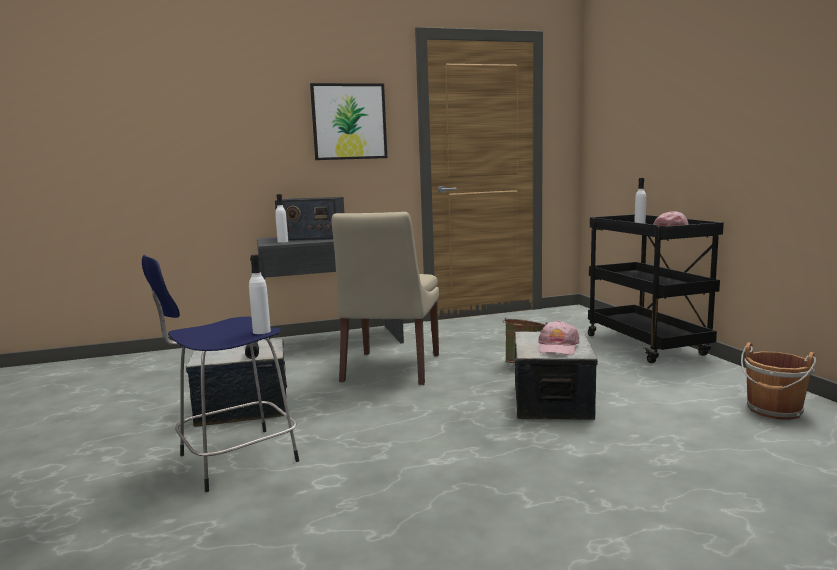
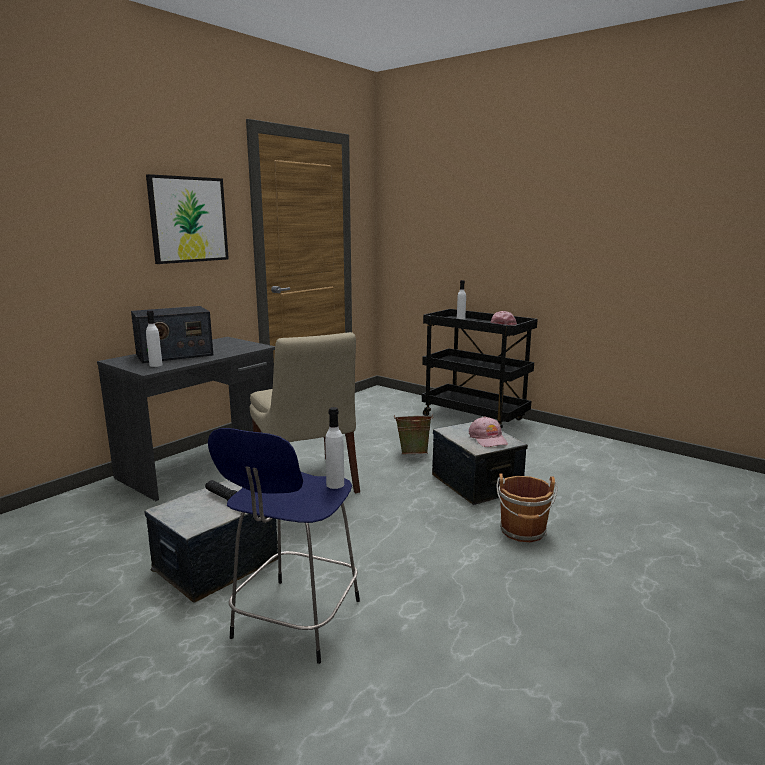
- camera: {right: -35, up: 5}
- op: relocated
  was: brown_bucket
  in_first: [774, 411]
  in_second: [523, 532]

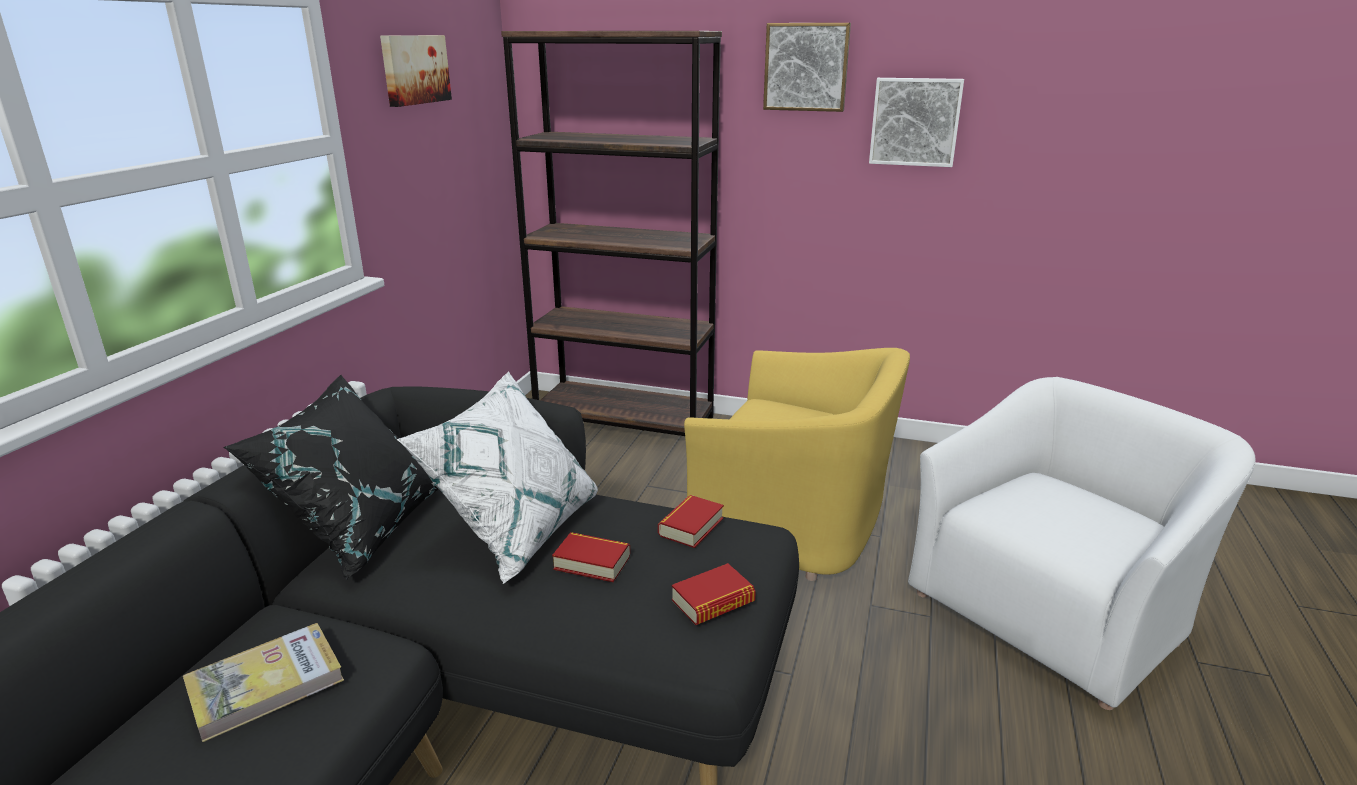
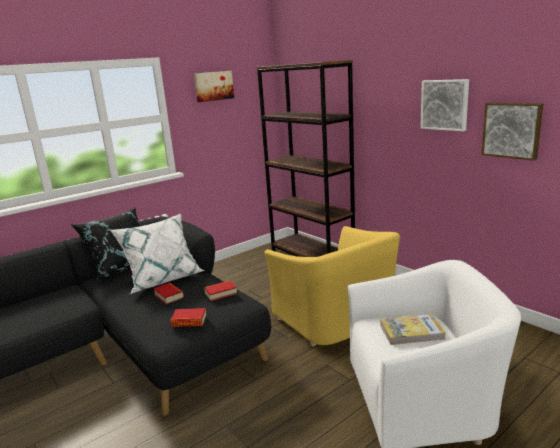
- camera: {right: 35, up: -5}
- op: relocated
  was: book
  in_first: [266, 684]
  in_second: [411, 332]
- op: relocated
  was: picture
  in_first: [806, 67]
  in_second: [512, 130]

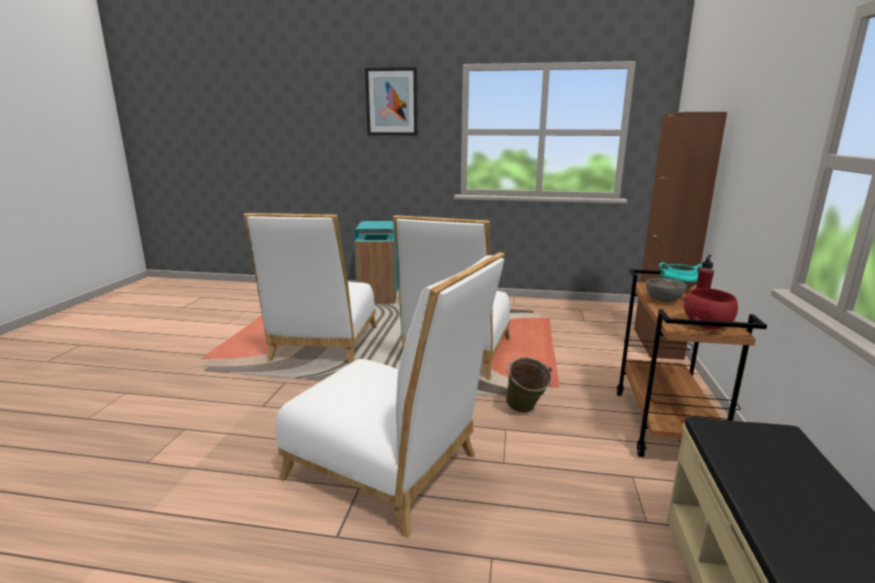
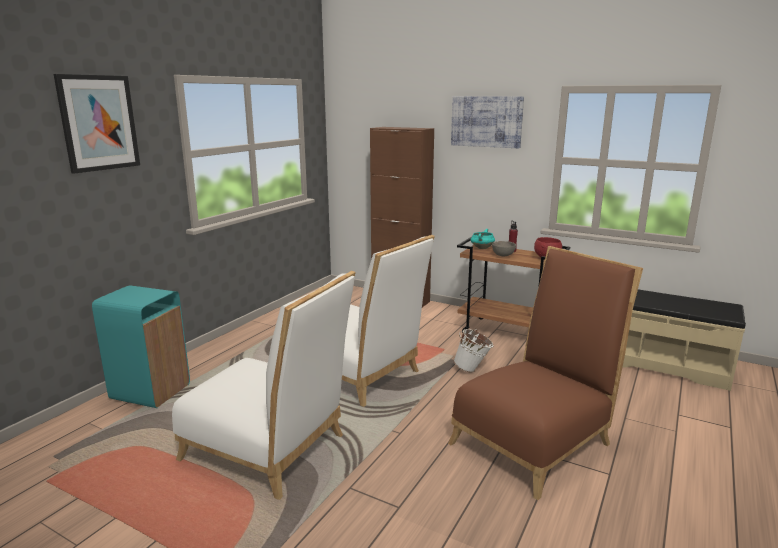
- camera: {right: -70, up: 0}
- op: colour
  was: white_chair
  now: brown_chair
  in_first: [391, 470]
  in_second: [536, 439]
- op: colour
  was: green_bucket
  now: white_bucket
  in_first: [525, 411]
  in_second: [472, 369]
- op: appeared
  now: picture
  in_second: [486, 121]

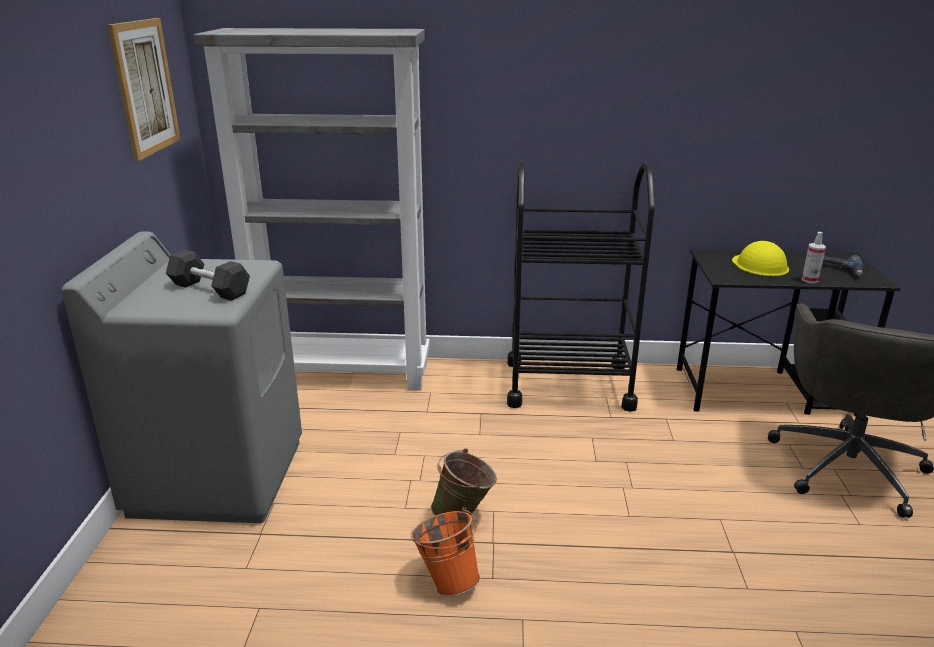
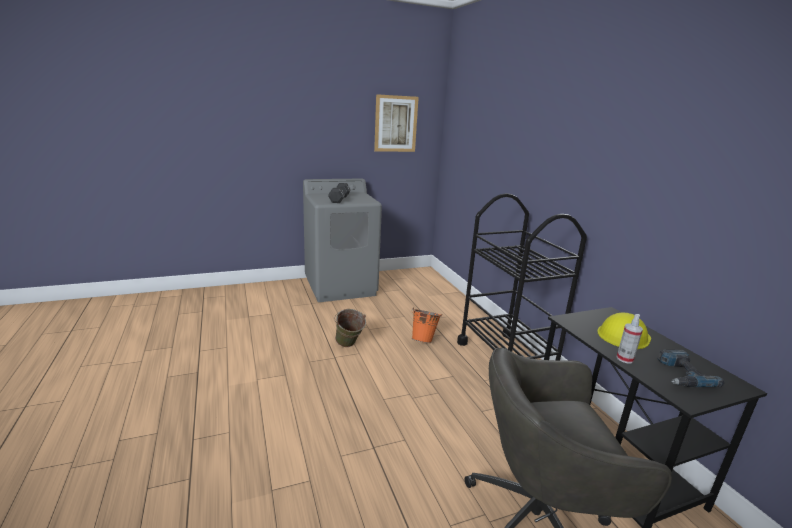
- camera: {right: 65, up: -5}
- op: missing
  was: grey_bookcase
  in_first: [344, 373]
- op: relocated
  was: orange_bucket
  in_first: [447, 580]
  in_second: [424, 340]

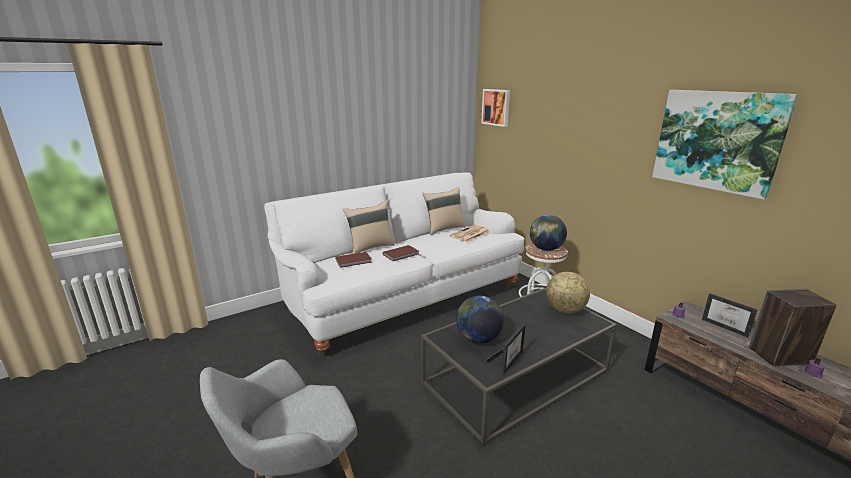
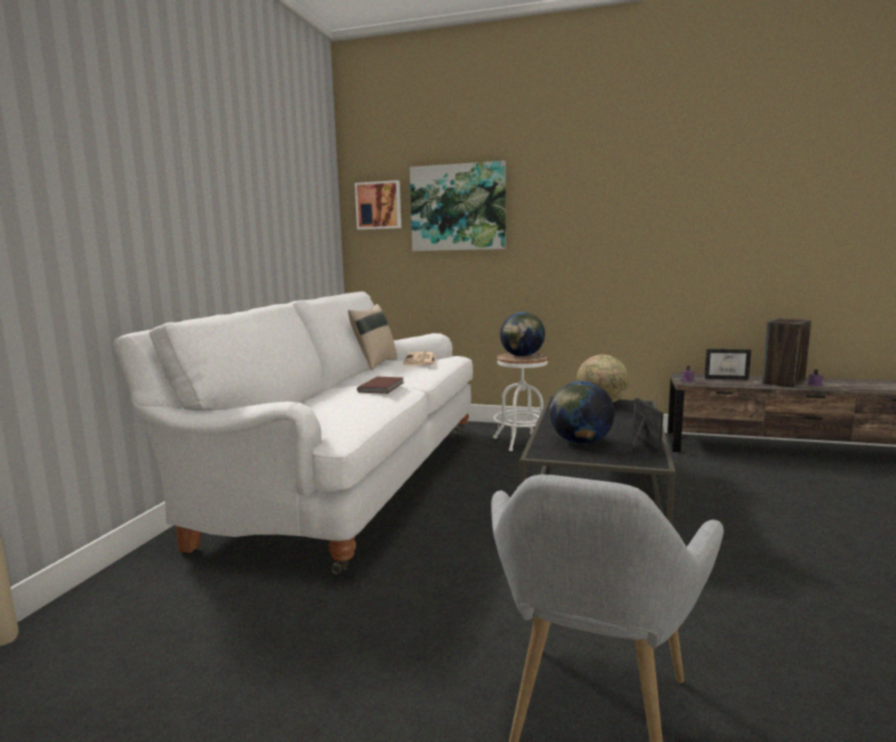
- camera: {right: -40, up: -10}
- op: missing
  was: brown_book
  in_first: [354, 261]
- op: missing
  was: beige_pillow
  in_first: [370, 247]
- op: relocated
  was: picture
  in_first: [717, 140]
  in_second: [458, 208]

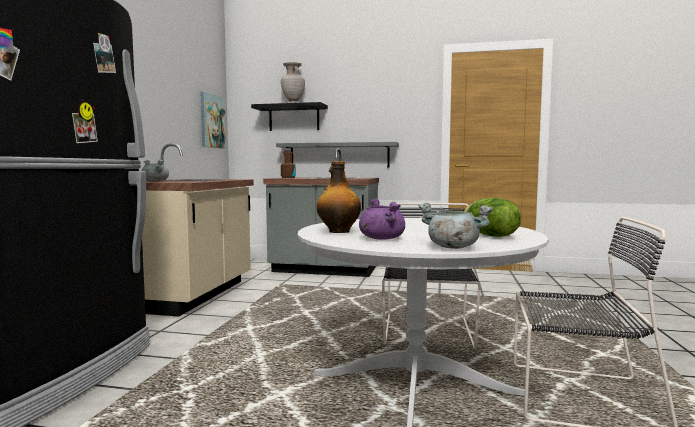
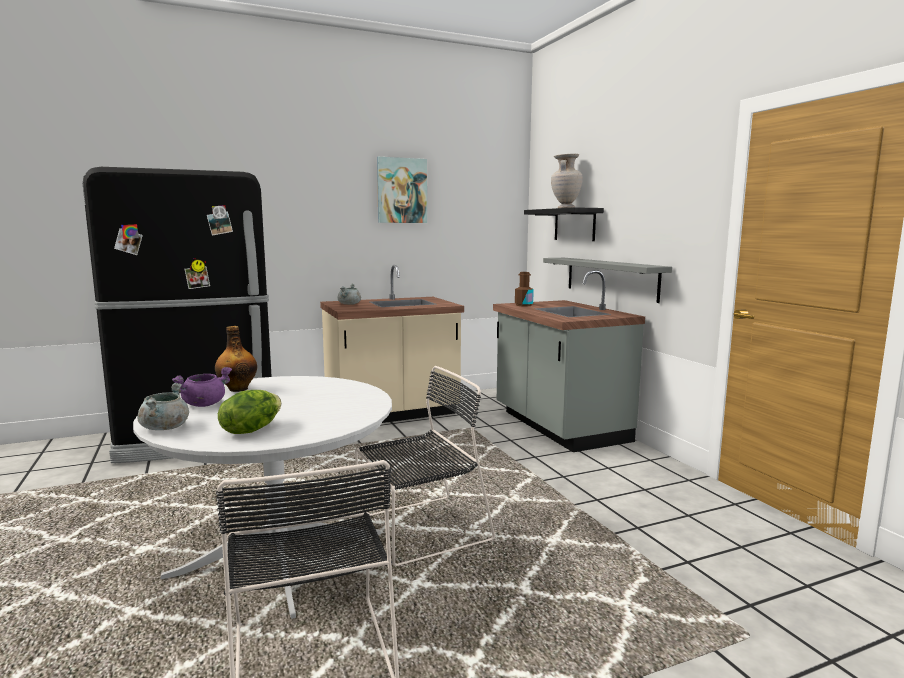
- camera: {right: 55, up: 5}
- op: relocated
  was: picture
  in_first: [212, 121]
  in_second: [401, 190]

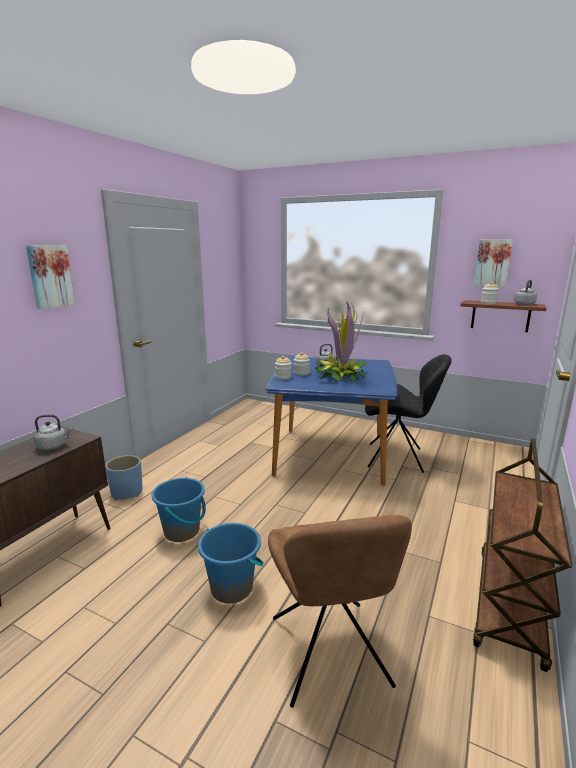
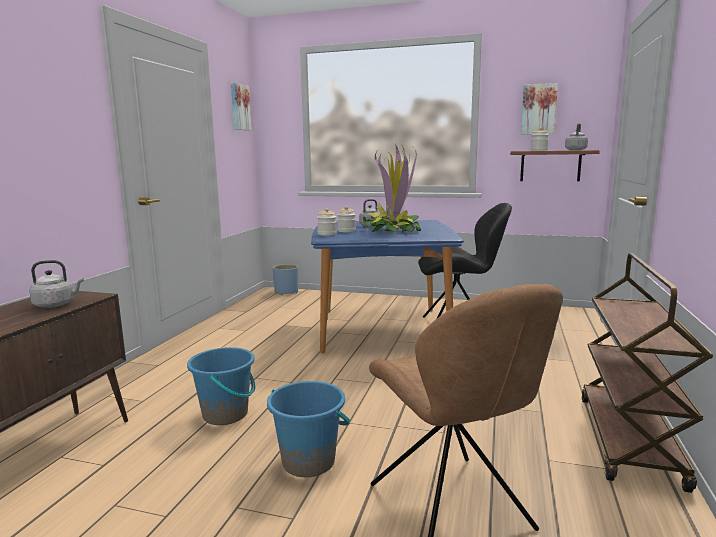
- camera: {right: -10, up: -5}
- op: relocated
  was: picture
  in_first: [50, 276]
  in_second: [239, 107]
- op: relocated
  was: blue_planter
  in_first: [127, 492]
  in_second: [286, 292]

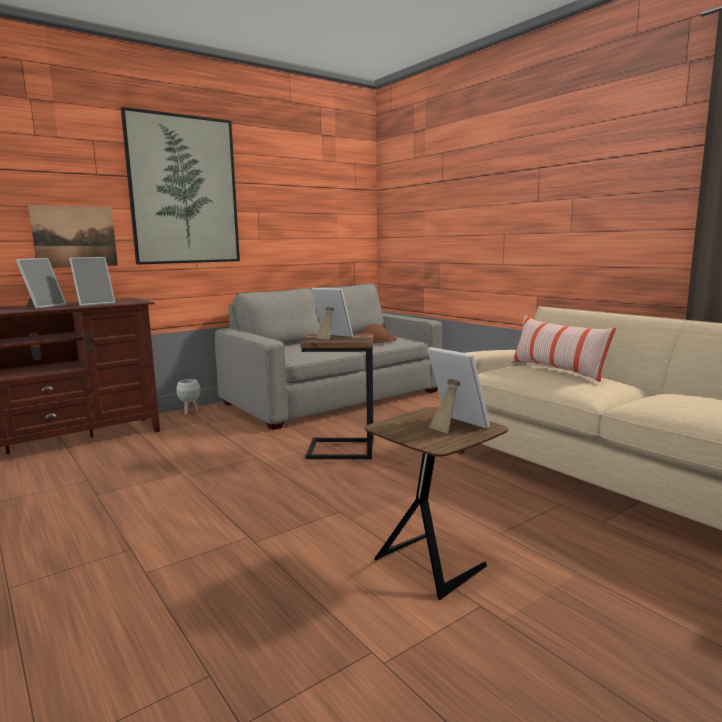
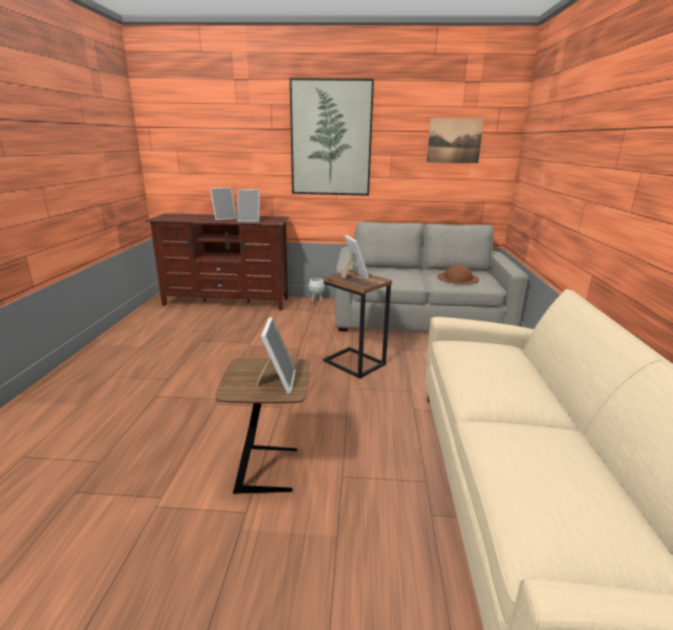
- camera: {right: 40, up: 10}
- op: relocated
  was: picture
  in_first: [75, 236]
  in_second: [454, 140]
- op: missing
  was: pillow
  in_first: [557, 370]

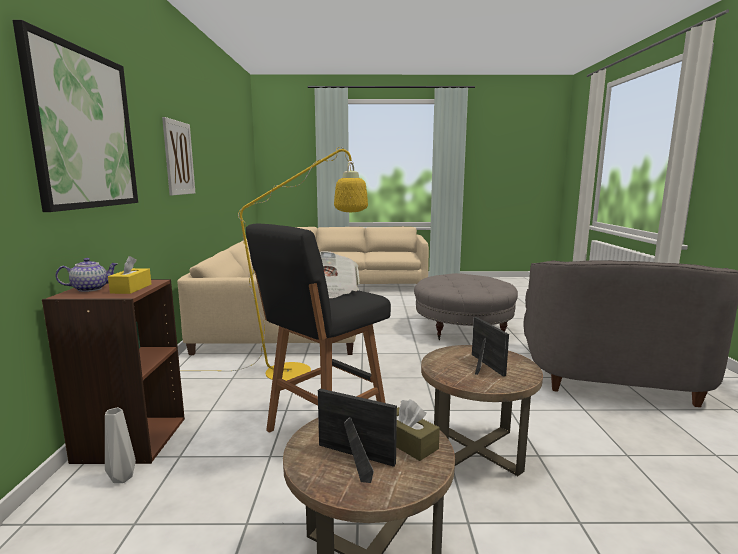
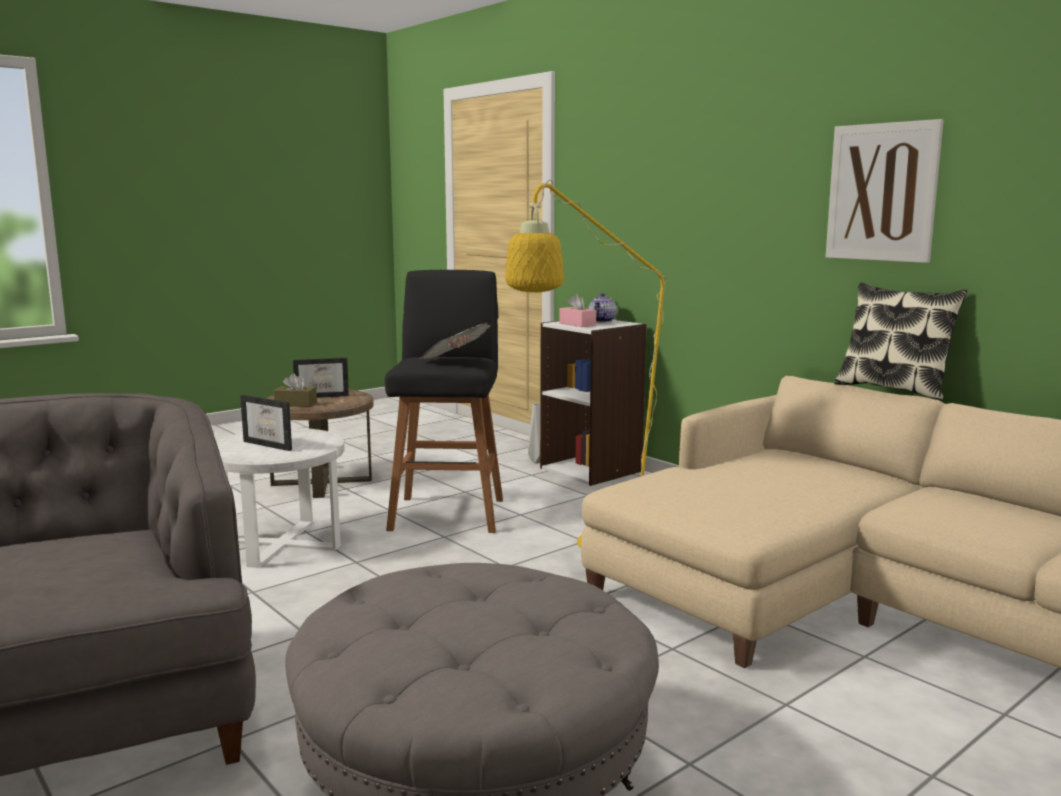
- camera: {right: 140, up: 0}
- op: missing
  was: picture
  in_first: [84, 129]
- op: colour
  was: brown_bookcase
  now: white_bookcase
  in_first: [130, 439]
  in_second: [592, 469]
- op: colour
  was: yellow_tissue_box
  now: pink_tissue_box
  in_first: [131, 288]
  in_second: [577, 324]
- op: colour
  was: brown_side_table
  now: white_side_table
  in_first: [475, 448]
  in_second: [281, 543]
- op: appeared
  now: pillow
  in_second: [893, 389]

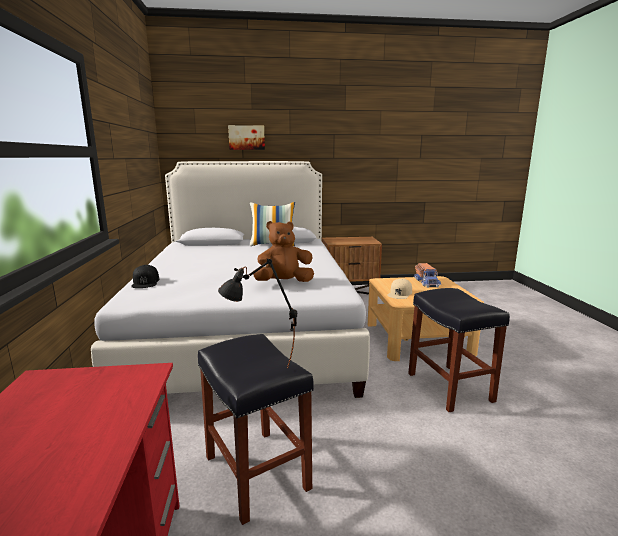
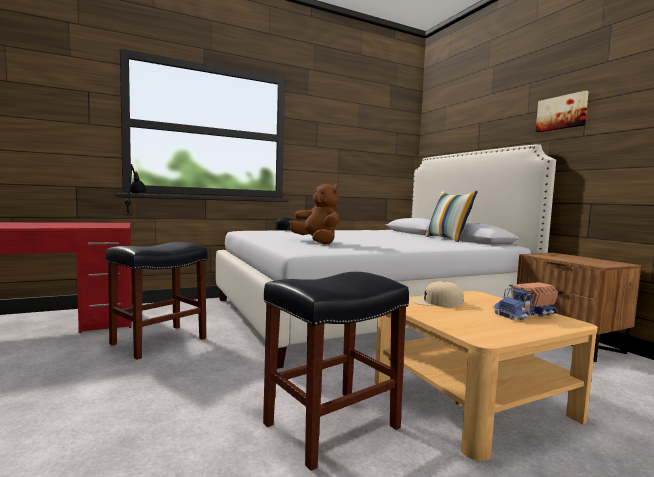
- camera: {right: 70, up: -10}
- op: relocated
  was: picture
  in_first: [246, 137]
  in_second: [562, 112]

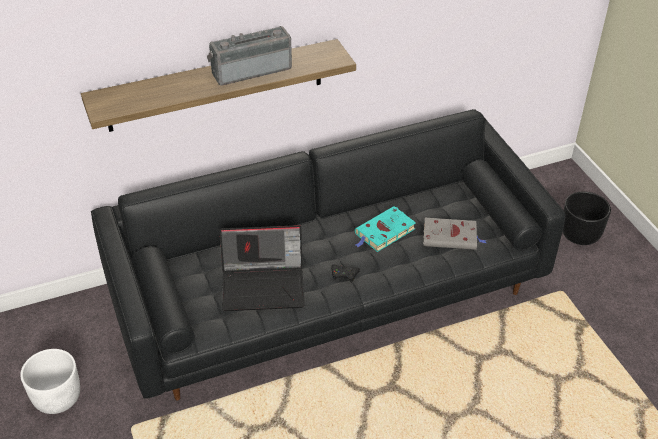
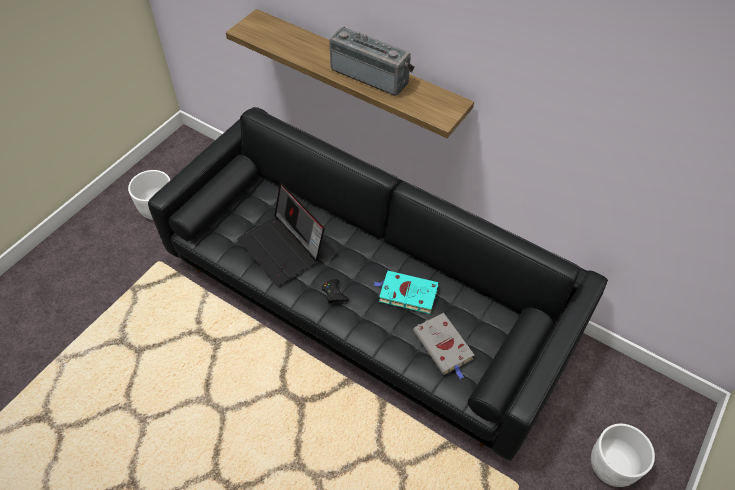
- camera: {right: 55, up: 10}
- op: colour
  was: black_planter
  now: white_planter
  in_first: [580, 234]
  in_second: [612, 466]

